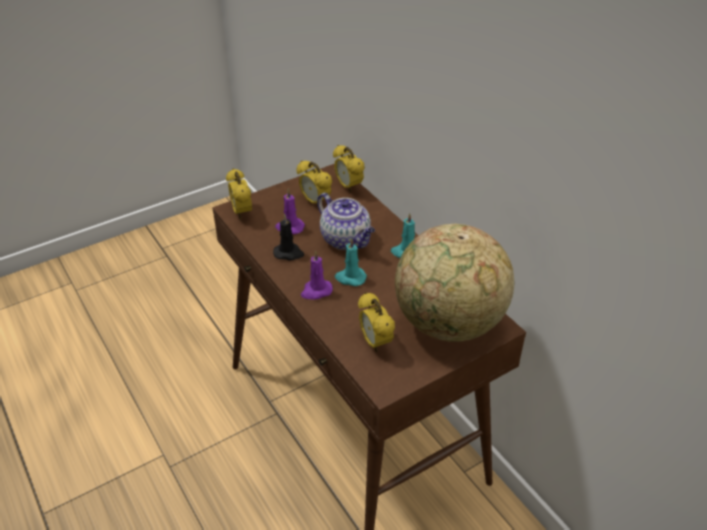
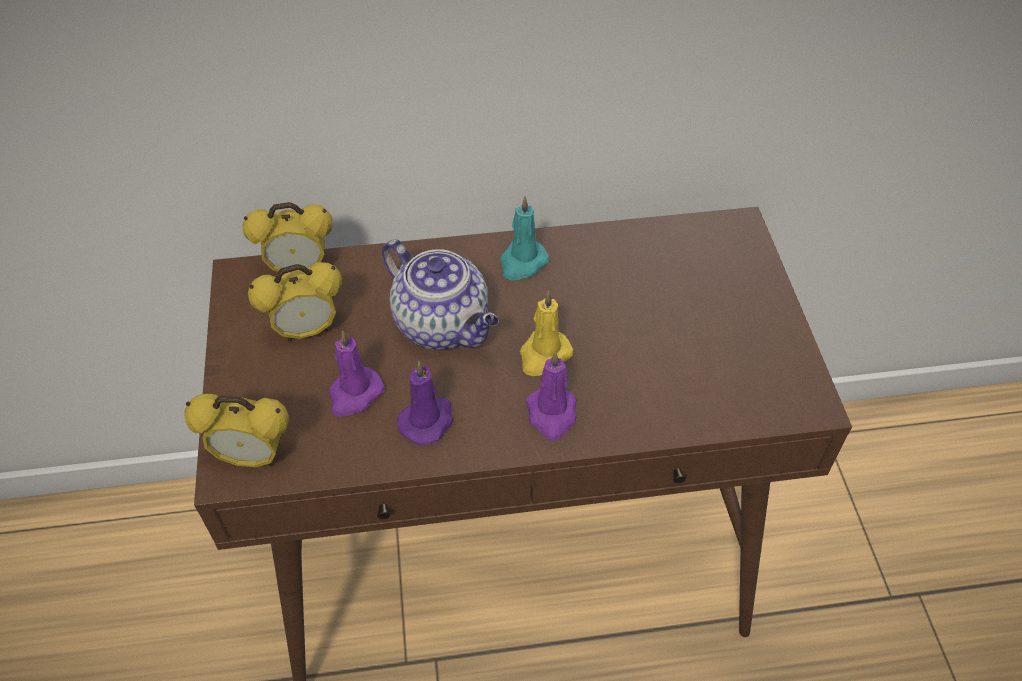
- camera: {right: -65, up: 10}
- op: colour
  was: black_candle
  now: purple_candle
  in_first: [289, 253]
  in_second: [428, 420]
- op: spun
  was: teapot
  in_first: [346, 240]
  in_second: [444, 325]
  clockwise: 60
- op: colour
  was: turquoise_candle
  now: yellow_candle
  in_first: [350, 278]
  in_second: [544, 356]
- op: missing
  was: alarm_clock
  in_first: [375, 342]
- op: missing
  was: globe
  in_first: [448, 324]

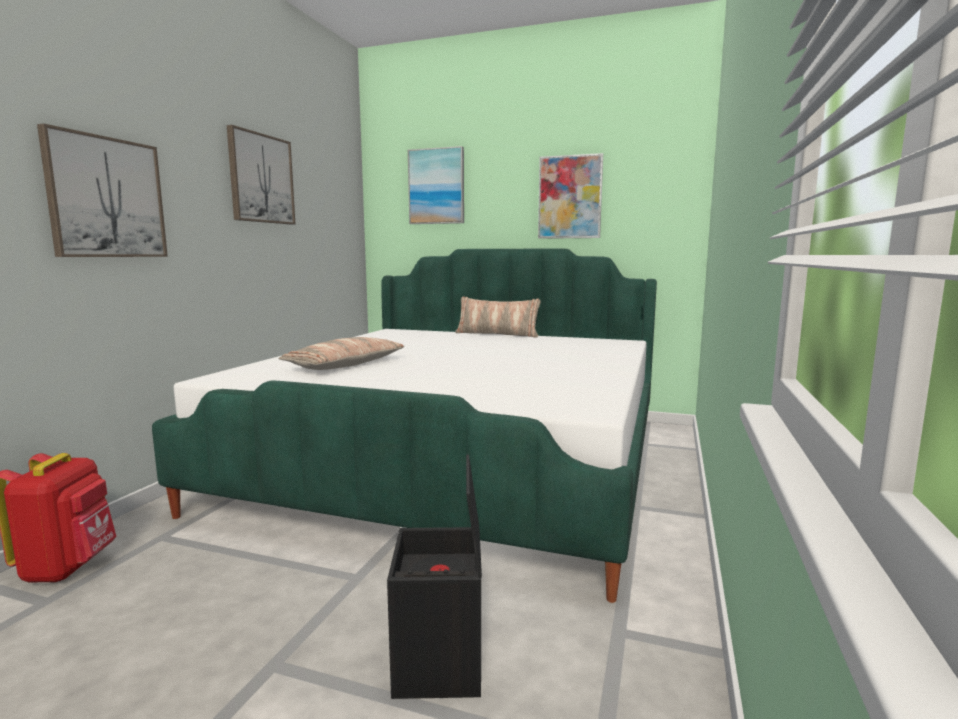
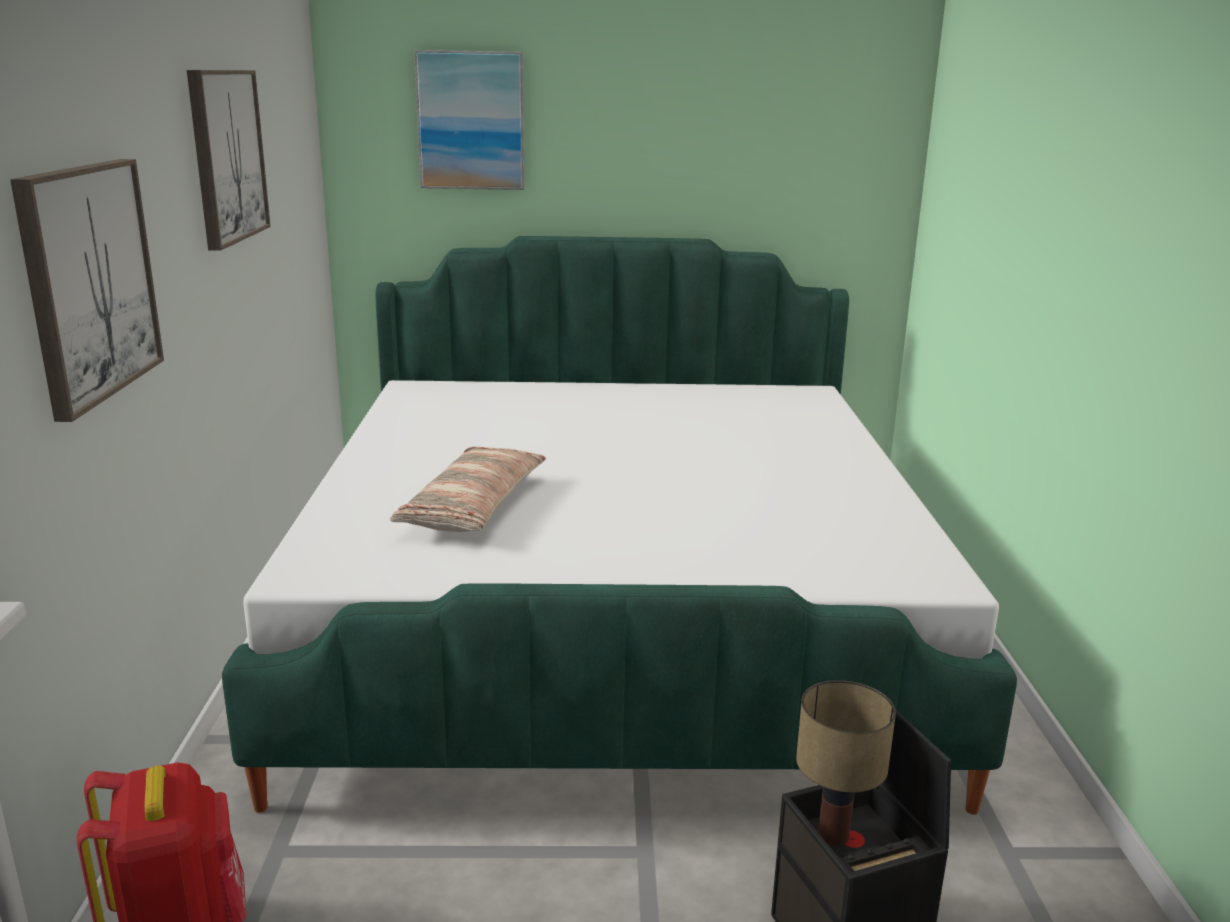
- camera: {right: -20, up: 10}
- op: missing
  was: pillow
  in_first: [497, 334]
- op: missing
  was: picture
  in_first: [570, 197]
- op: appeared
  now: table_lamp
  in_second: [833, 836]

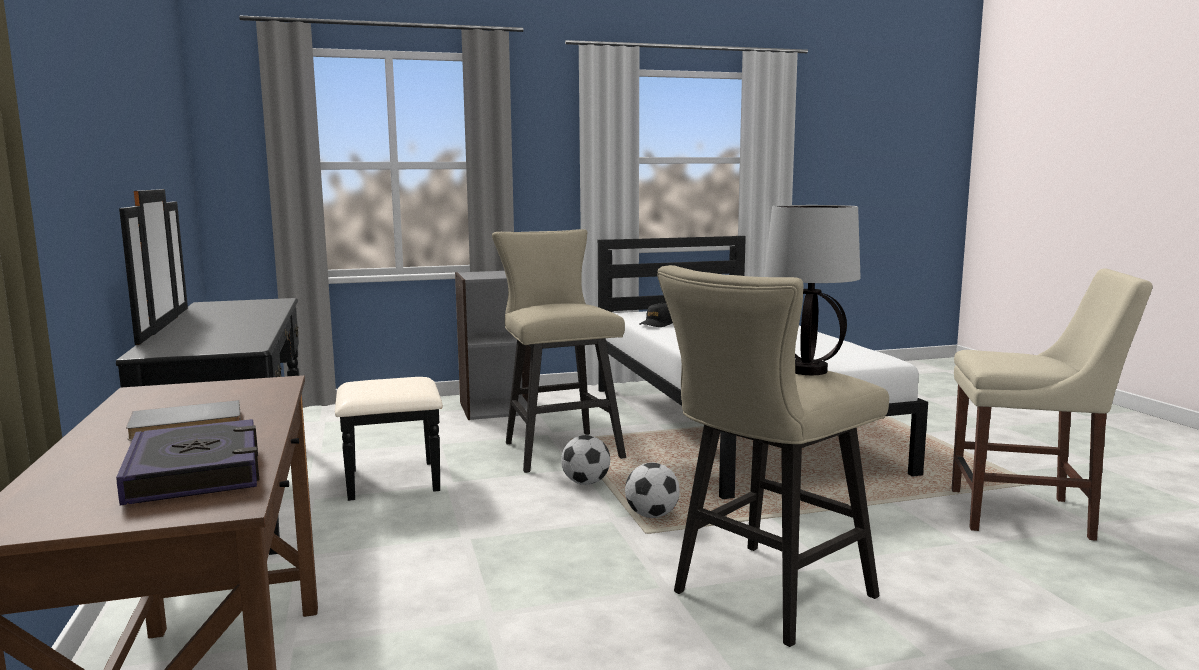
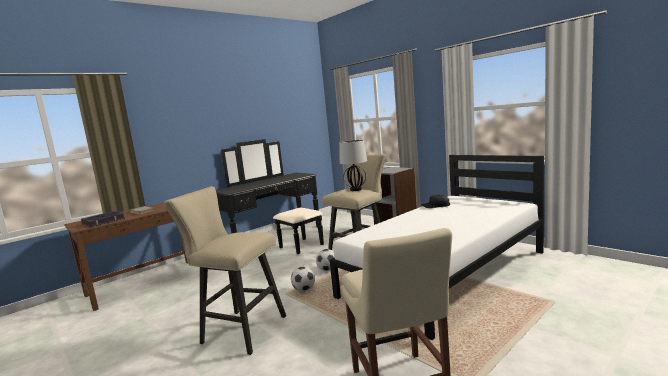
- camera: {right: 65, up: 0}
- op: relocated
  was: table_lamp
  in_first: [807, 370]
  in_second: [356, 189]

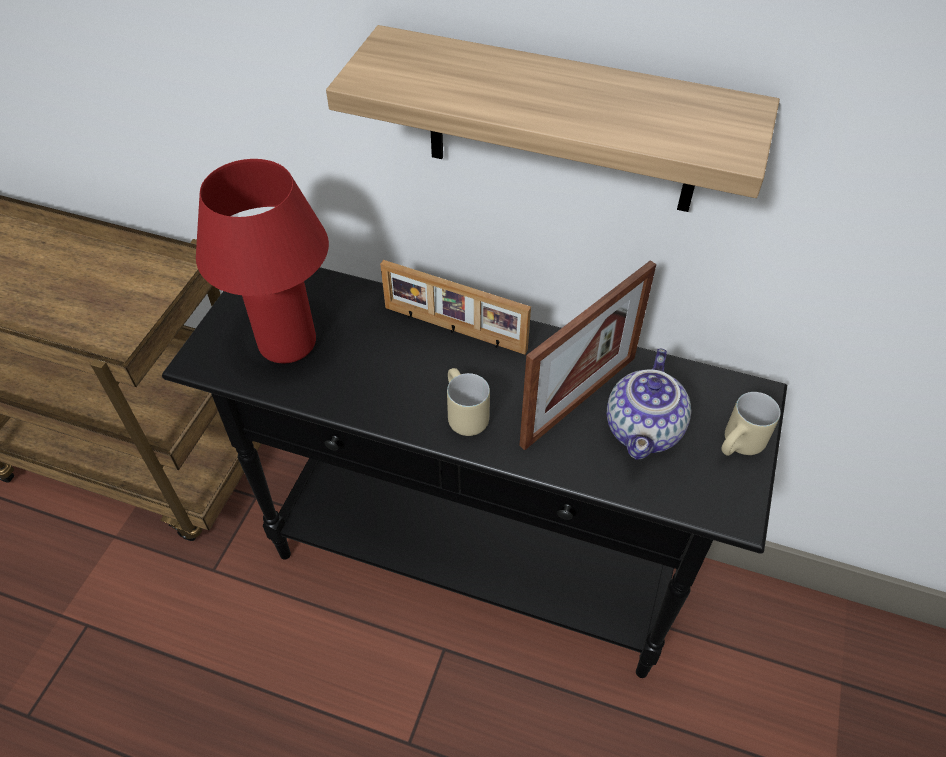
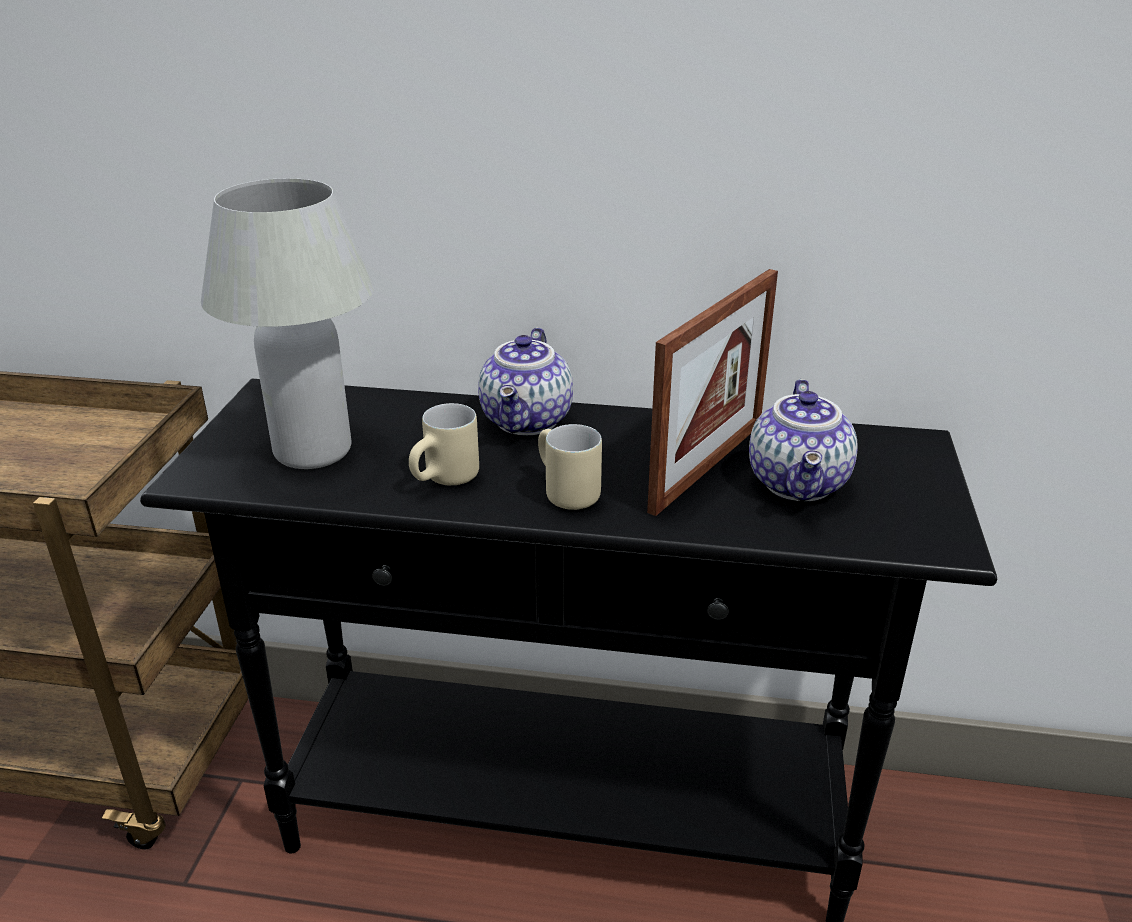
- camera: {right: -10, up: -20}
- op: colour
  was: red_table_lamp
  now: white_table_lamp
  in_first: [287, 343]
  in_second: [313, 451]
- op: missing
  was: shelf
  in_first: [562, 124]
- op: exchanged
  was: picture_frame
  now: teapot
  in_first: [454, 330]
  in_second: [528, 421]
- op: relocated
  was: beige_mug
  in_first: [740, 448]
  in_second: [447, 481]

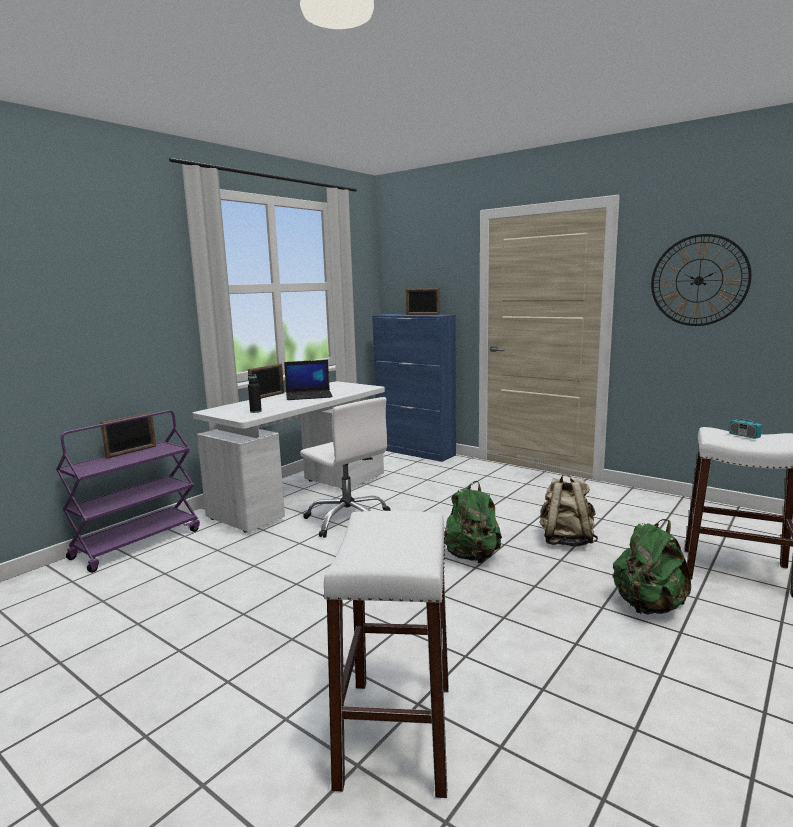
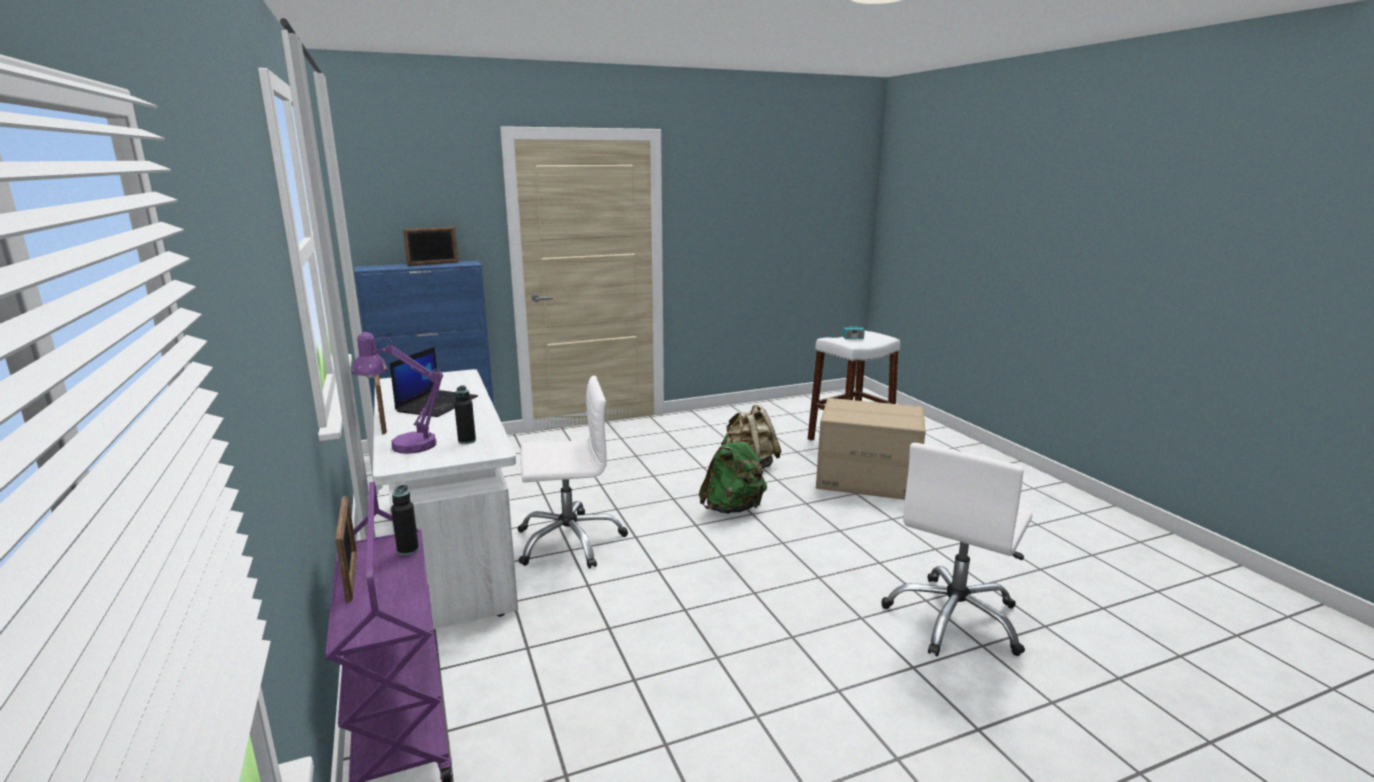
- camera: {right: -60, up: 5}
- op: exchanged
  was: white_stool
  now: white_office_chair
  in_first: [396, 733]
  in_second: [955, 619]
- op: exchanged
  was: green_backpack
  now: cardboard_box
  in_first: [648, 606]
  in_second: [867, 480]
- op: missing
  was: wall_clock
  in_first: [699, 280]
- op: appeared
  now: purple_table_lamp
  in_second: [404, 446]
- op: appeared
  now: black_bottle
  in_second: [408, 550]

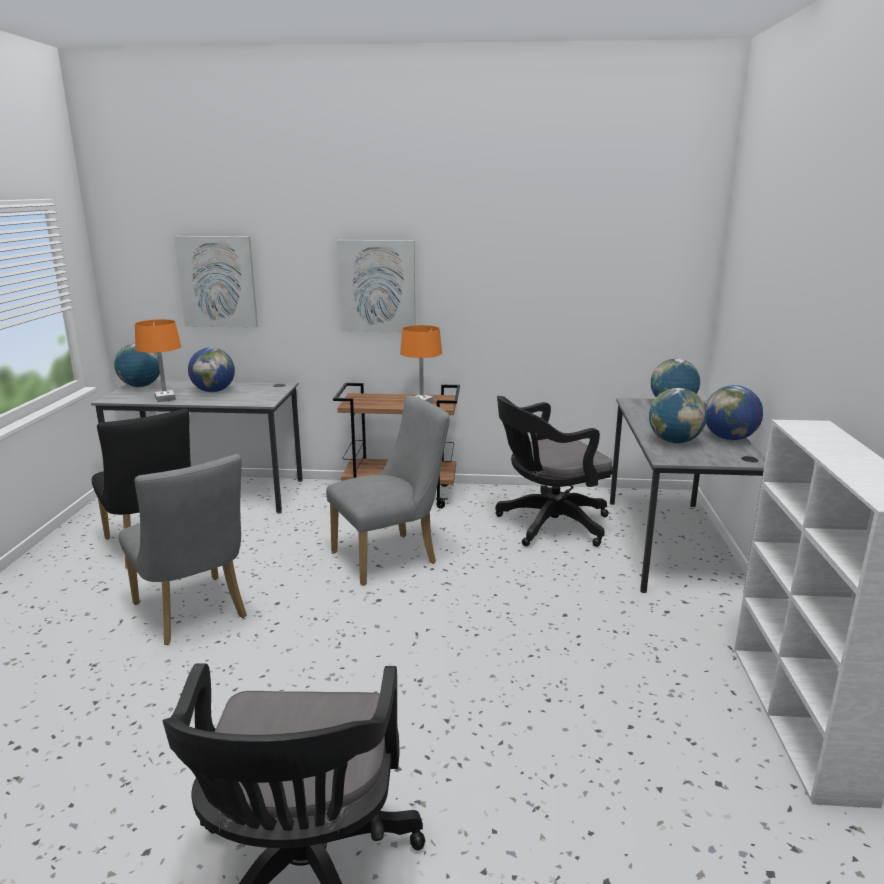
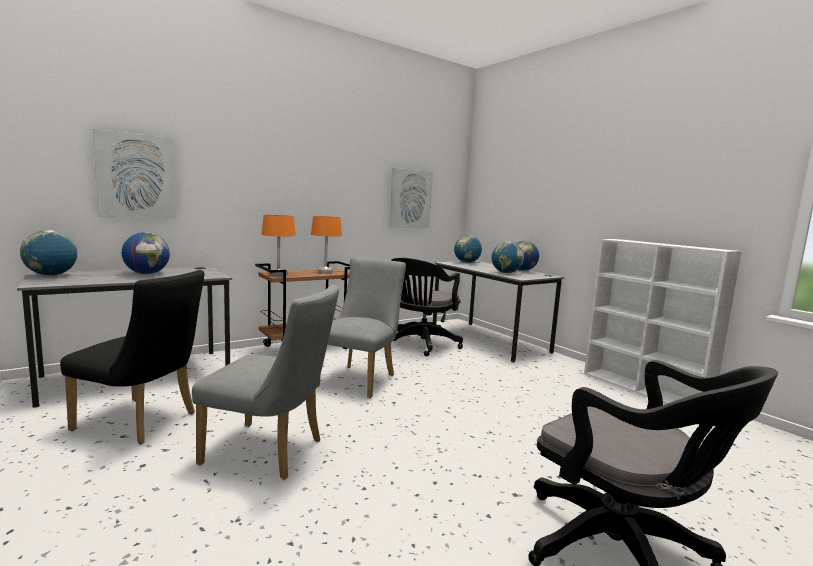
- camera: {right: -40, up: -10}
- op: relocated
  was: orange_table_lamp
  in_first: [165, 399]
  in_second: [278, 275]
- op: relocated
  was: picture
  in_first: [377, 286]
  in_second: [410, 199]

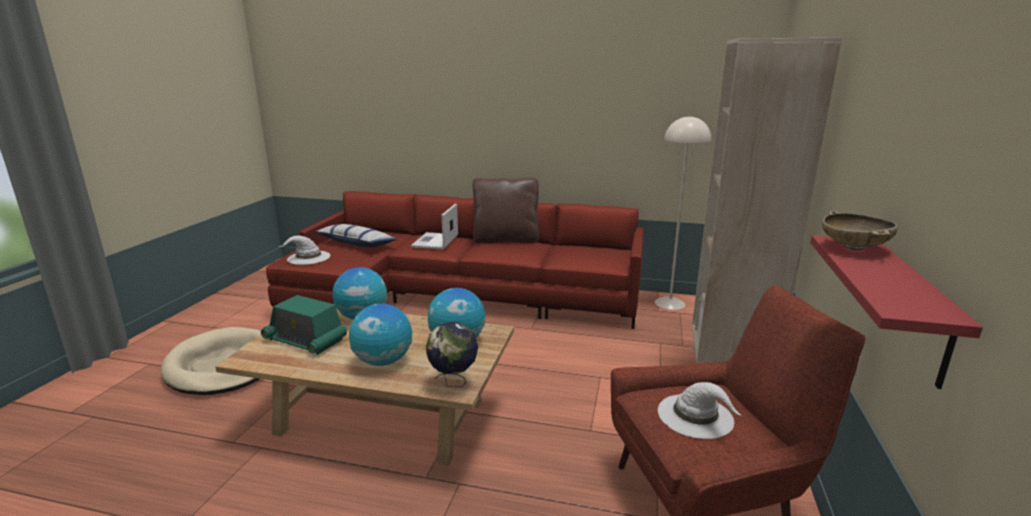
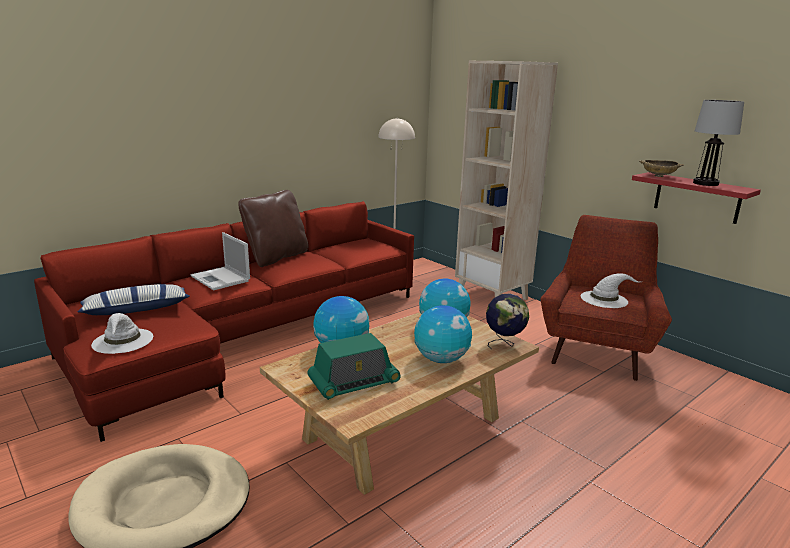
- camera: {right: -55, up: 0}
- op: appeared
  now: table_lamp
  in_second: [706, 183]

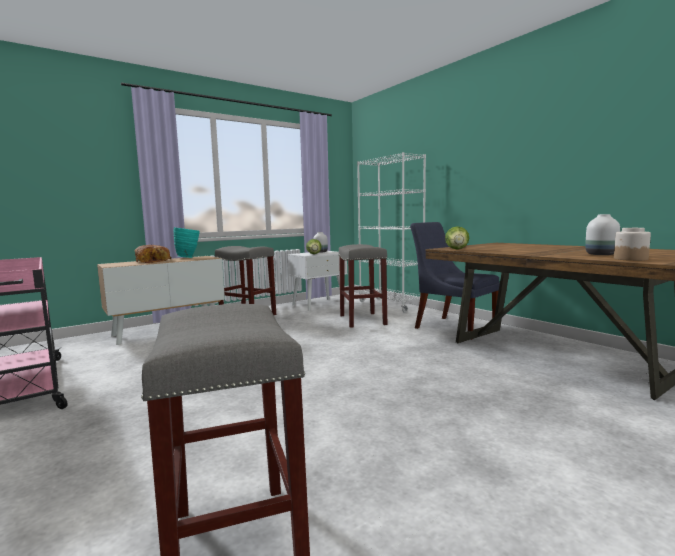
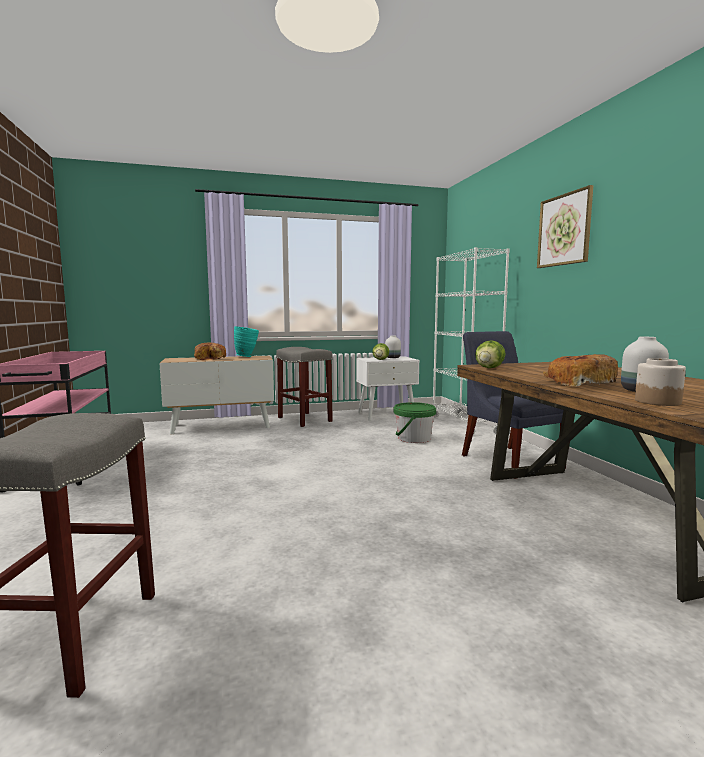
- camera: {right: 20, up: 0}
- op: exchanged
  was: grey_stool
  now: green_bucket
  in_first: [363, 320]
  in_second: [413, 438]
- op: appeared
  now: picture
  in_second: [564, 230]
- op: appeared
  now: bread
  in_second: [579, 383]

